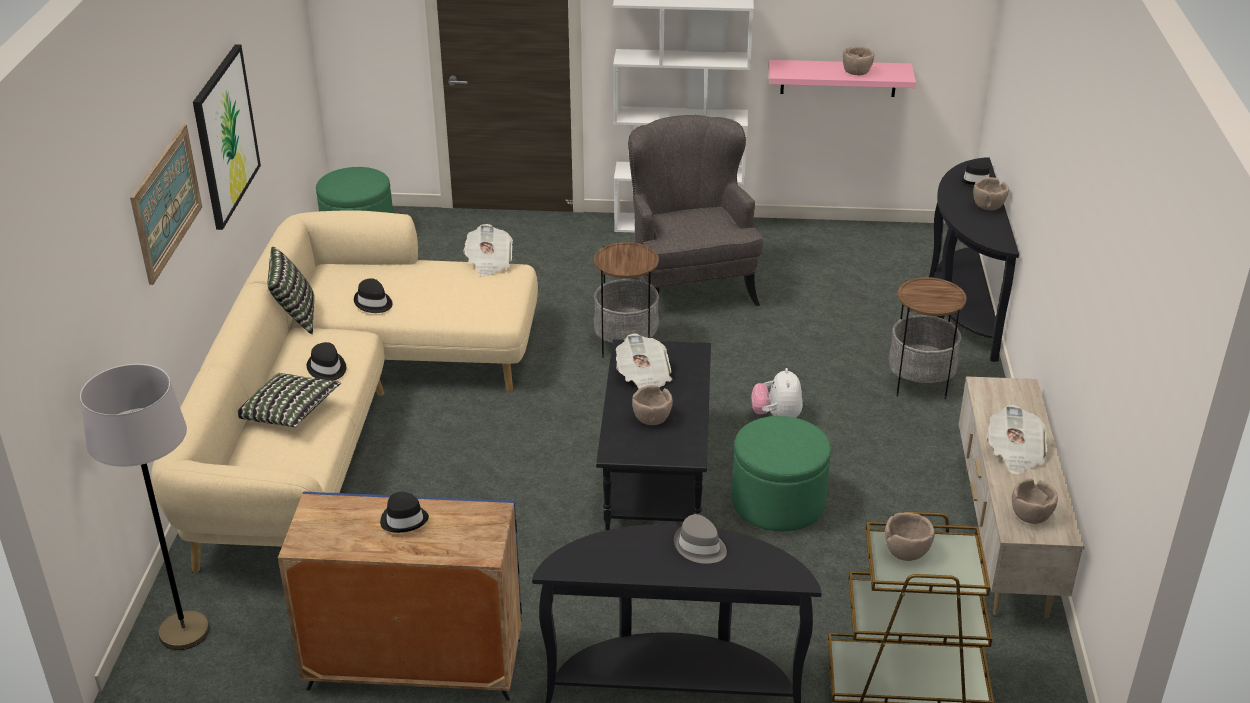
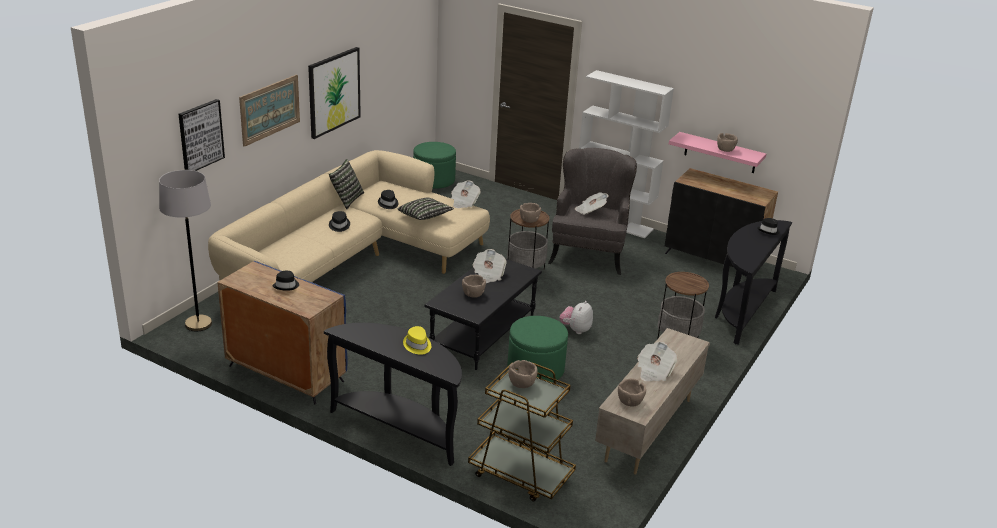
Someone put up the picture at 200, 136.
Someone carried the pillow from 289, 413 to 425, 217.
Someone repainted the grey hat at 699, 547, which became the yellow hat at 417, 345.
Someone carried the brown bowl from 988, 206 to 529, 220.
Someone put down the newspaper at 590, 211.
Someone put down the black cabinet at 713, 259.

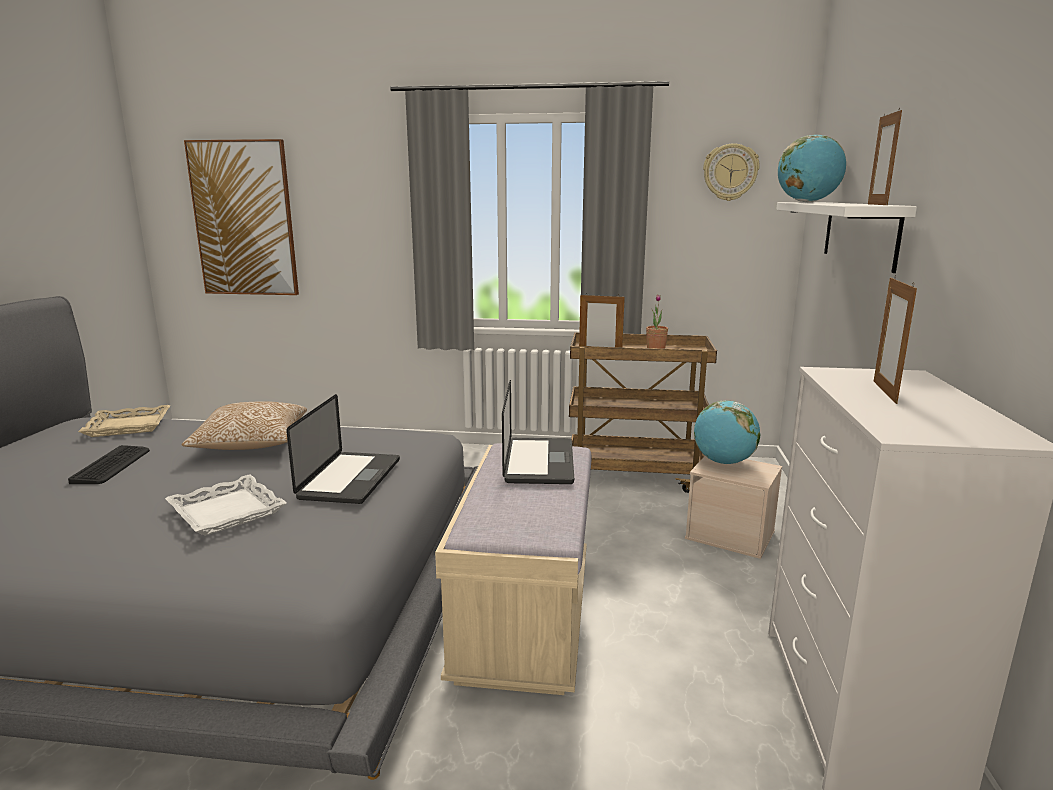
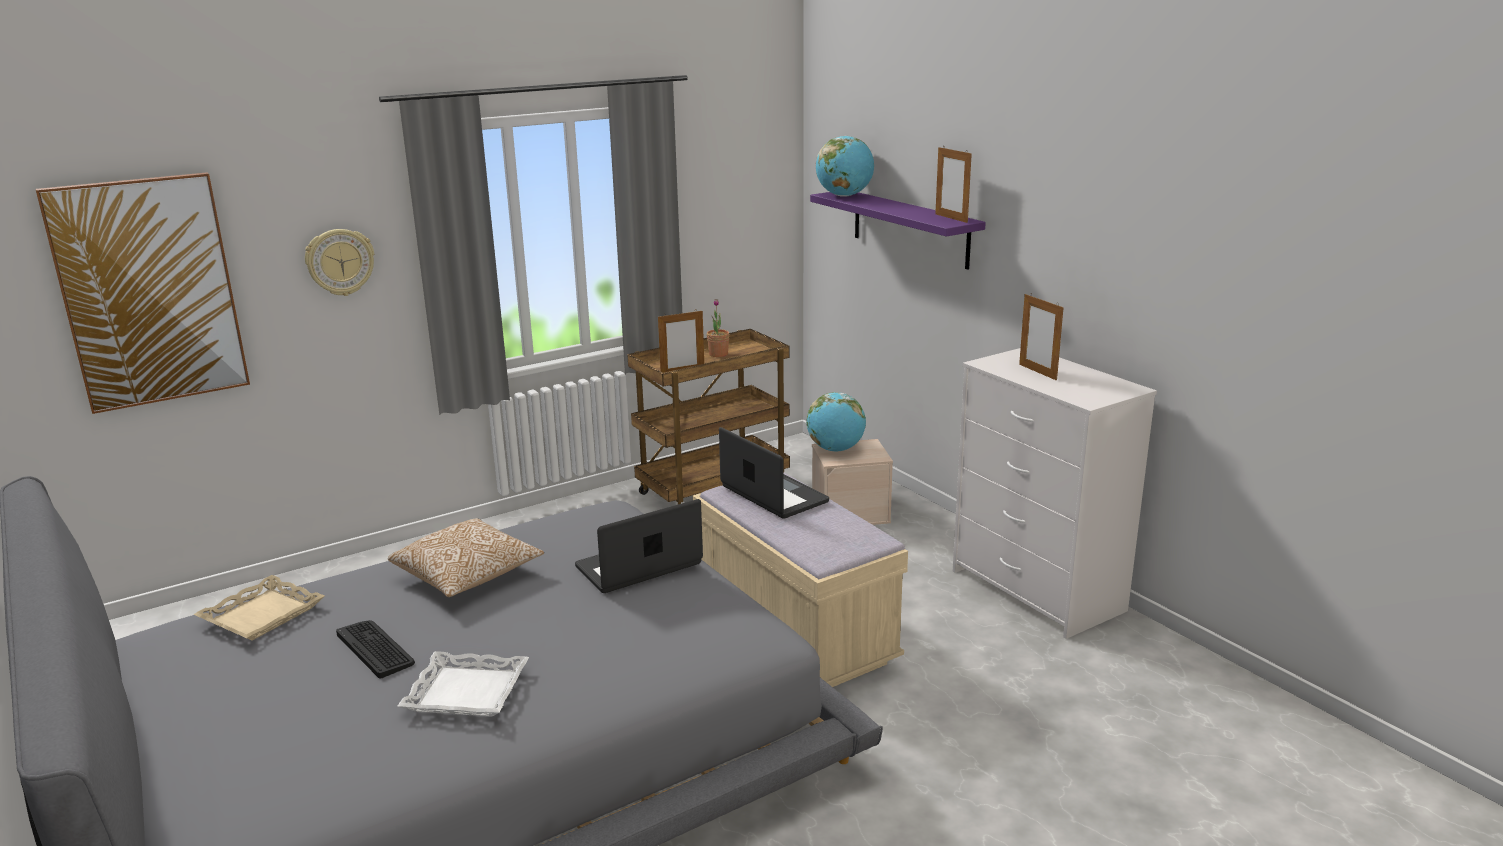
Someone carried the wall clock from 730, 172 to 340, 262.
Someone carried the white tray from 226, 512 to 466, 692.
Someone rotated the laptop at 350, 479 by 90 degrees counterclockwise.
Someone repainted the white shelf at 859, 233, which became the purple shelf at 910, 228.

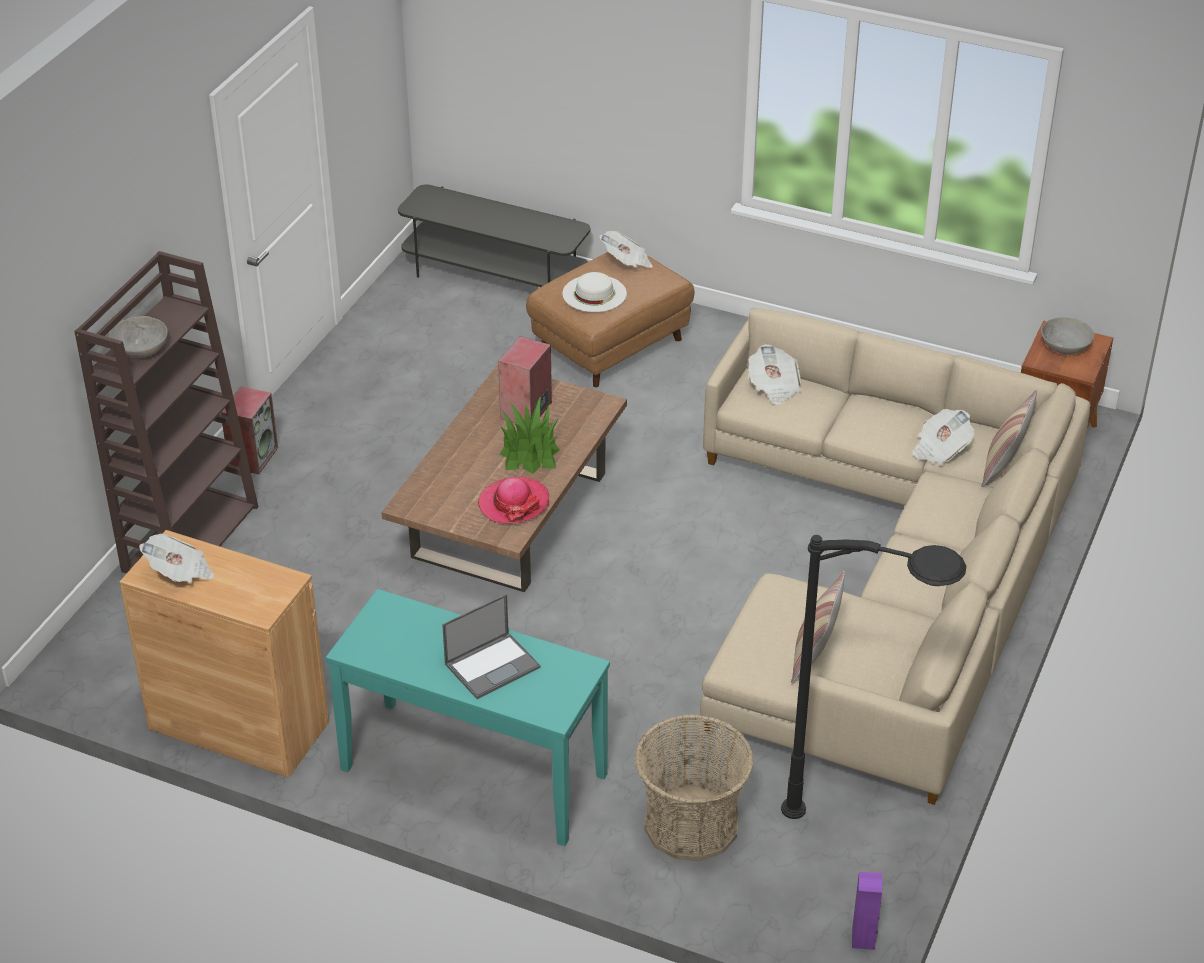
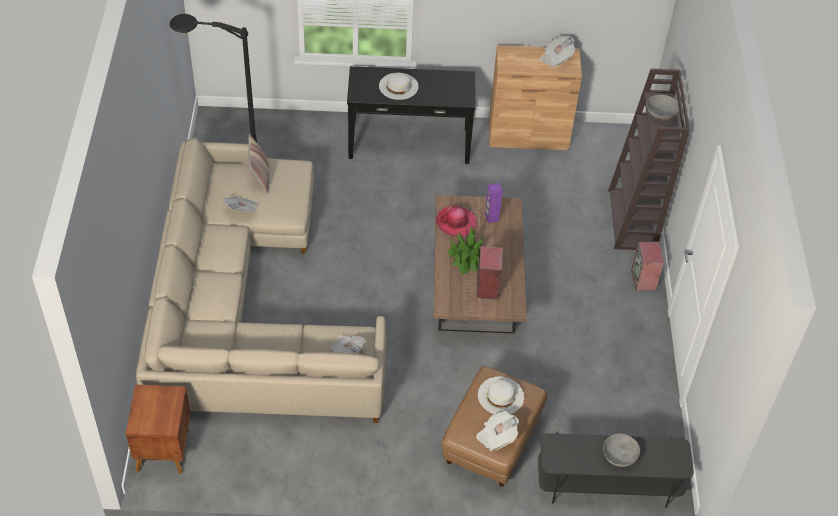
Someone carried the newspaper from 940, 449 to 242, 210.
Someone repainted the turquoise console table at 473, 772, which became the black console table at 409, 143.
Someone swapped the laptop at 493, 665 for the white hat at 398, 86.
Someone carried the purple speaker from 863, 939 to 491, 217.
Someone carried the grey bowl from 1065, 346 to 619, 455.
Someone took away the basket at 691, 824.
Someone took away the pillow at 1004, 466.

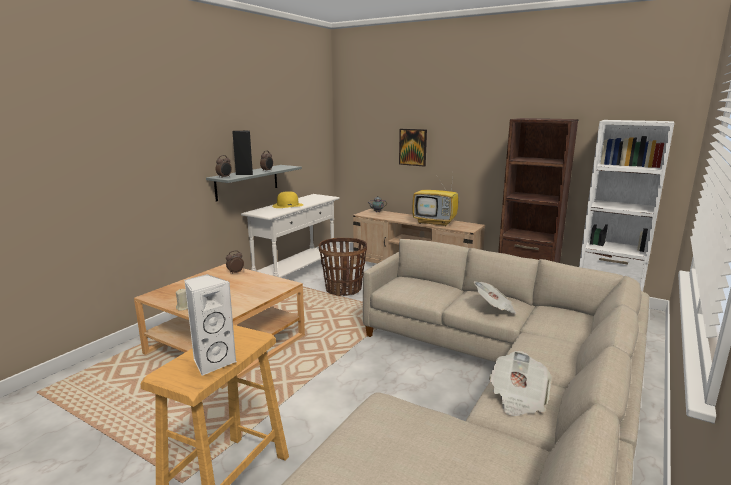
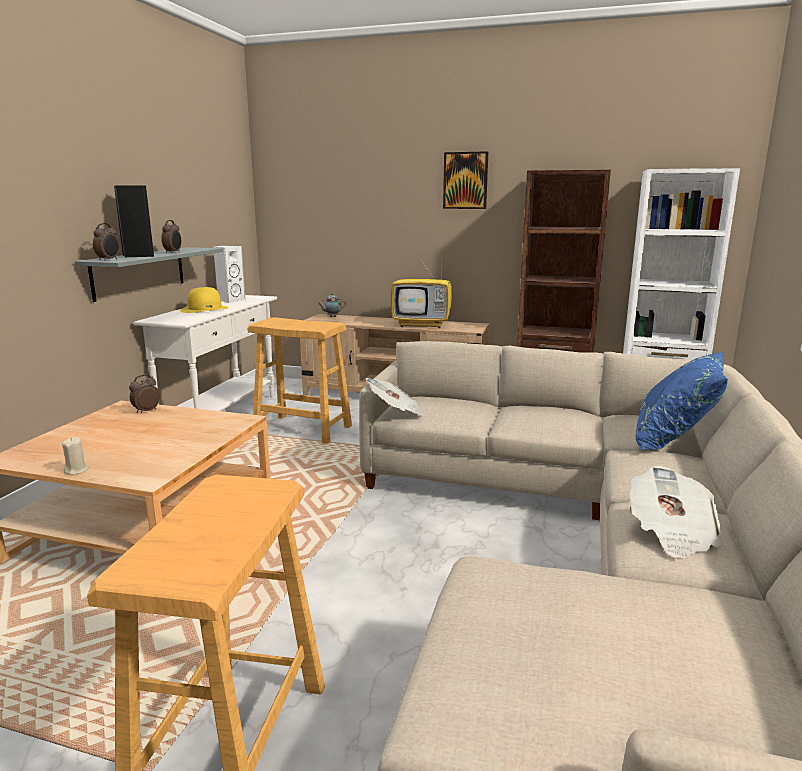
Someone carried the white speaker from 213, 362 to 230, 300.
Someone swapped the basket at 343, 289 for the beige stool at 303, 429.
Someone carried the newspaper from 494, 308 to 395, 411.
Someone carried the picture from 413, 147 to 465, 180.
Someone put down the blue pillow at 674, 439.

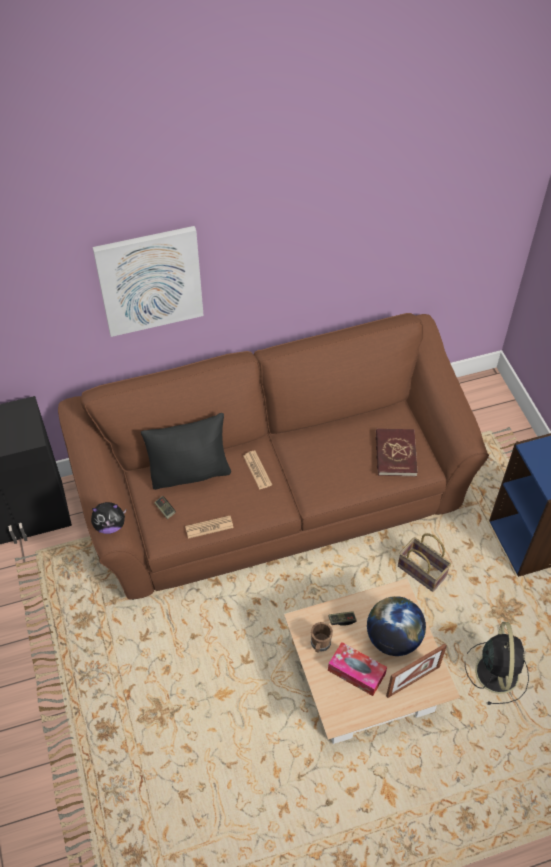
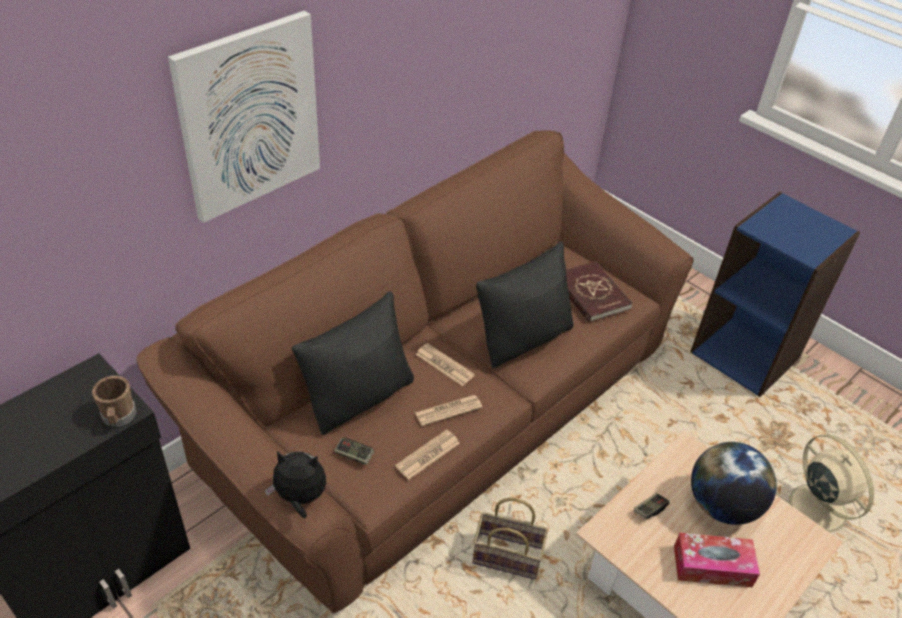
Someone carried the brown mug from 320, 644 to 118, 417.
Someone rotated the plush toy at 110, 525 by 135 degrees counterclockwise.
Someone put down the newspaper at 448, 410.
Someone carried the basket from 423, 571 to 509, 556.
Someone put down the black pillow at 524, 338.
Someone repainted the black fan at 497, 671, which became the beige fan at 815, 506.
Someone took away the picture frame at 413, 681.

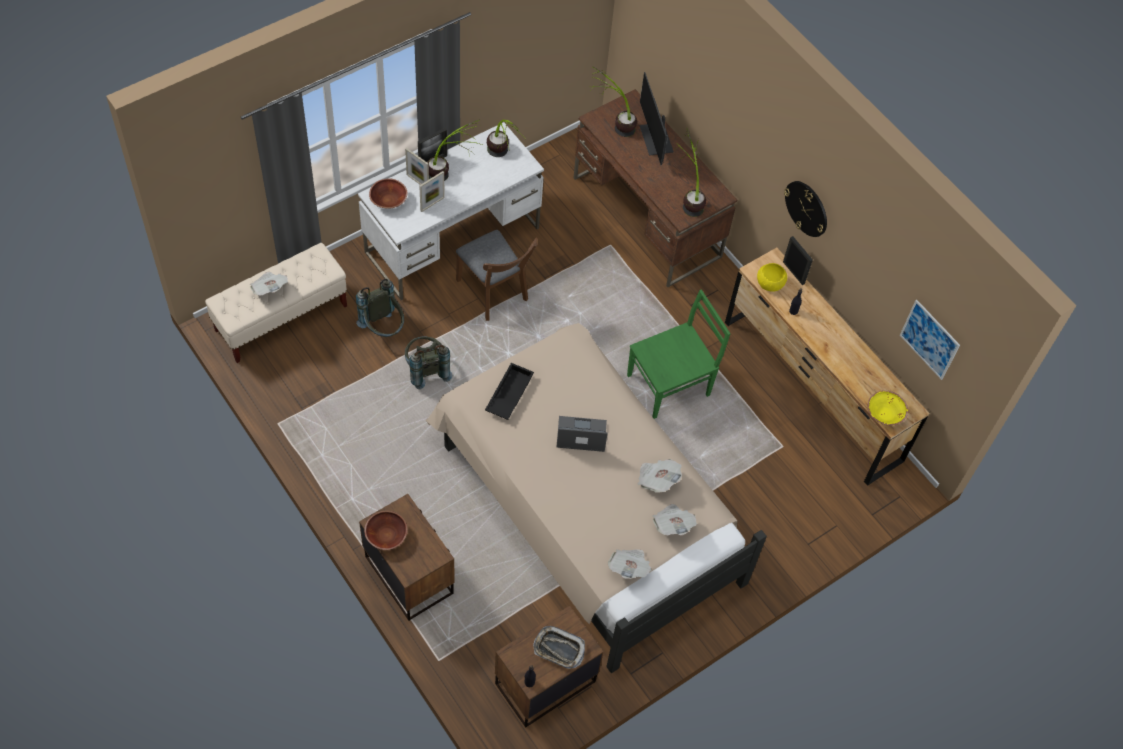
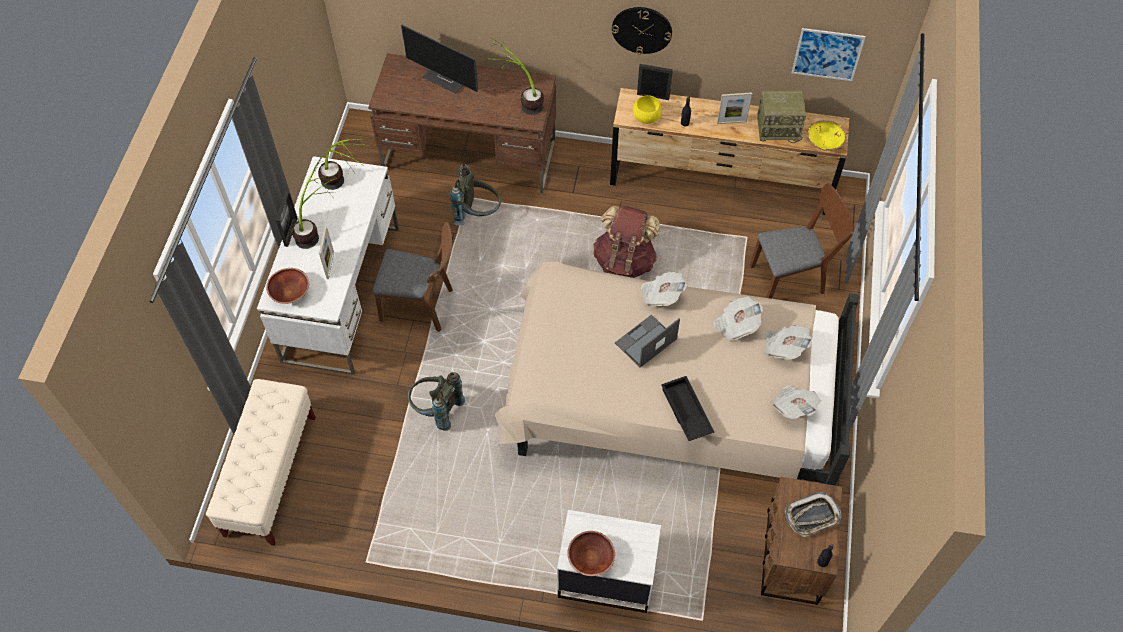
Someone carried the grey backpack from 383, 329 to 477, 214.
Someone repainted the brown nightstand at 409, 574, which became the white nightstand at 606, 577.
Someone swapped the green chair at 670, 384 for the brown backpack at 625, 261.
Someone carried the newspaper from 269, 289 to 661, 295.
Someone carried the black tray from 508, 394 to 685, 411.
Someone carried the picture frame from 417, 182 to 731, 122.
Someone put down the brown chair at 793, 277.
Someone put down the radio at 778, 128.
Someone took away the potted plant at 613, 124.

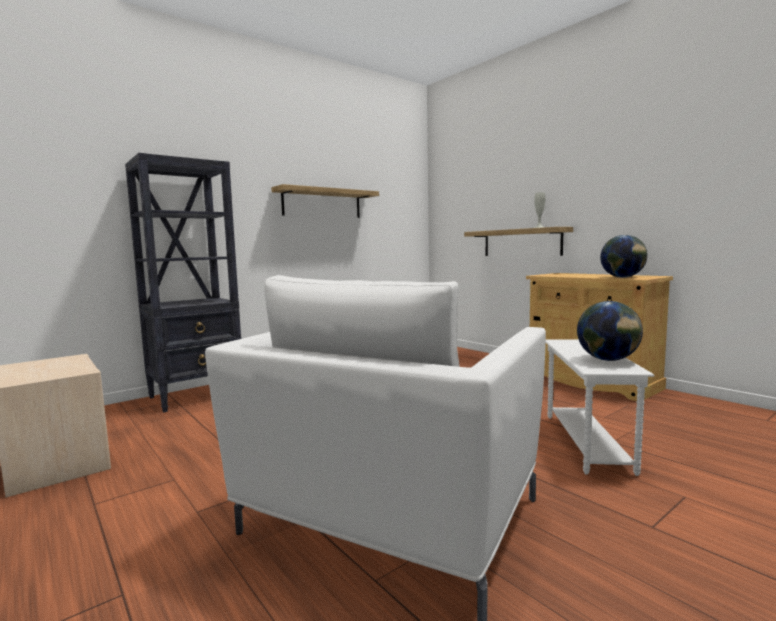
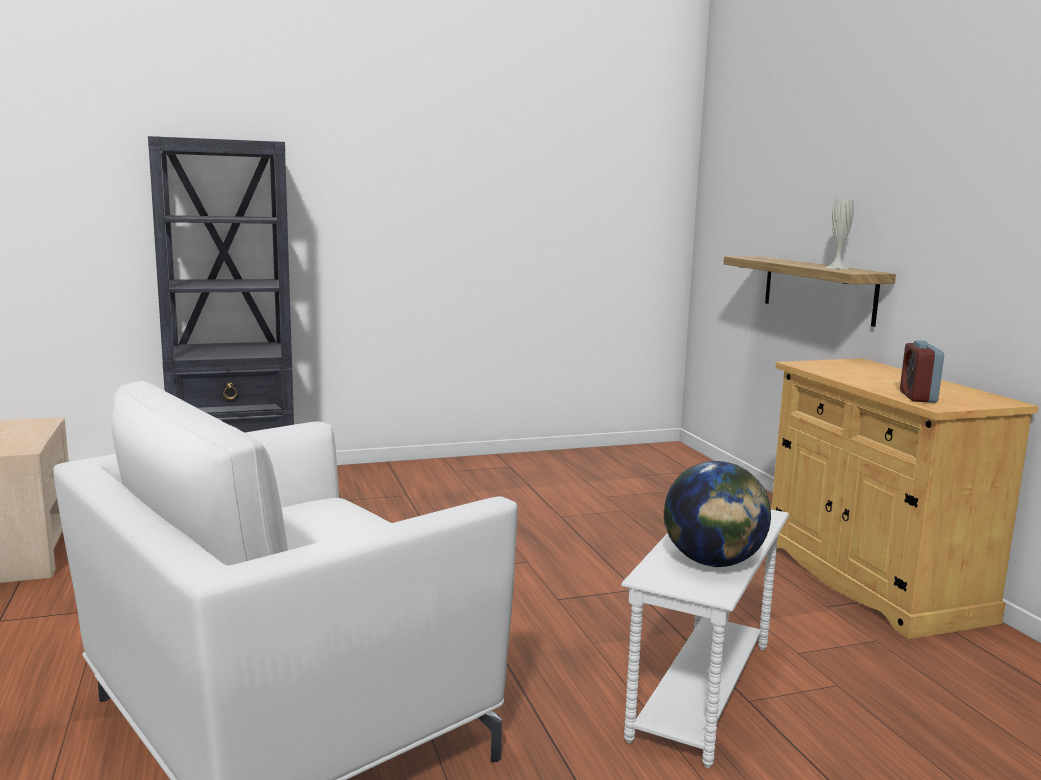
Someone swapped the globe at 622, 277 for the alarm clock at 918, 397.
Someone took away the shelf at 322, 203.

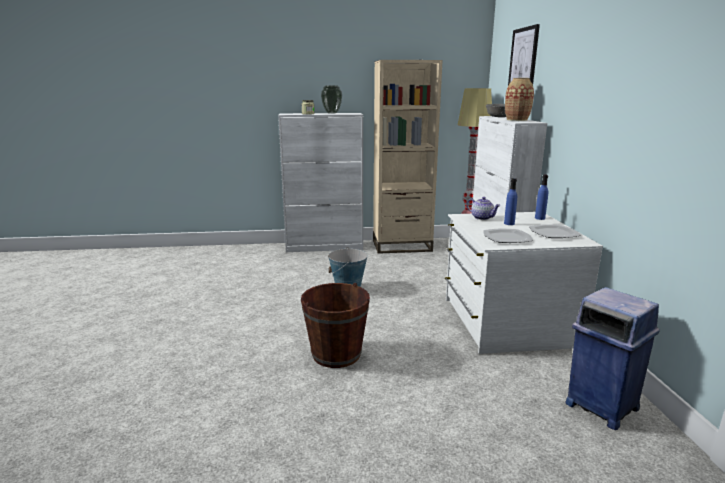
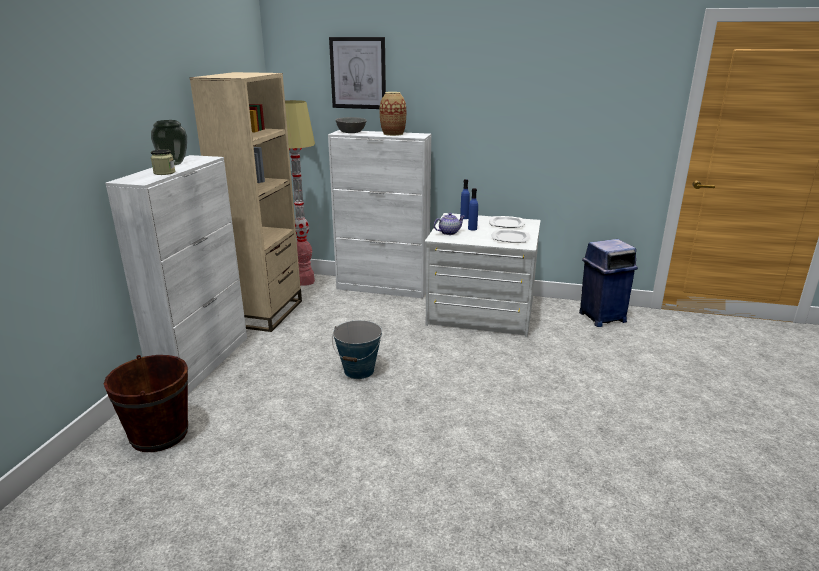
Someone carried the brown bucket from 336, 354 to 159, 434.

